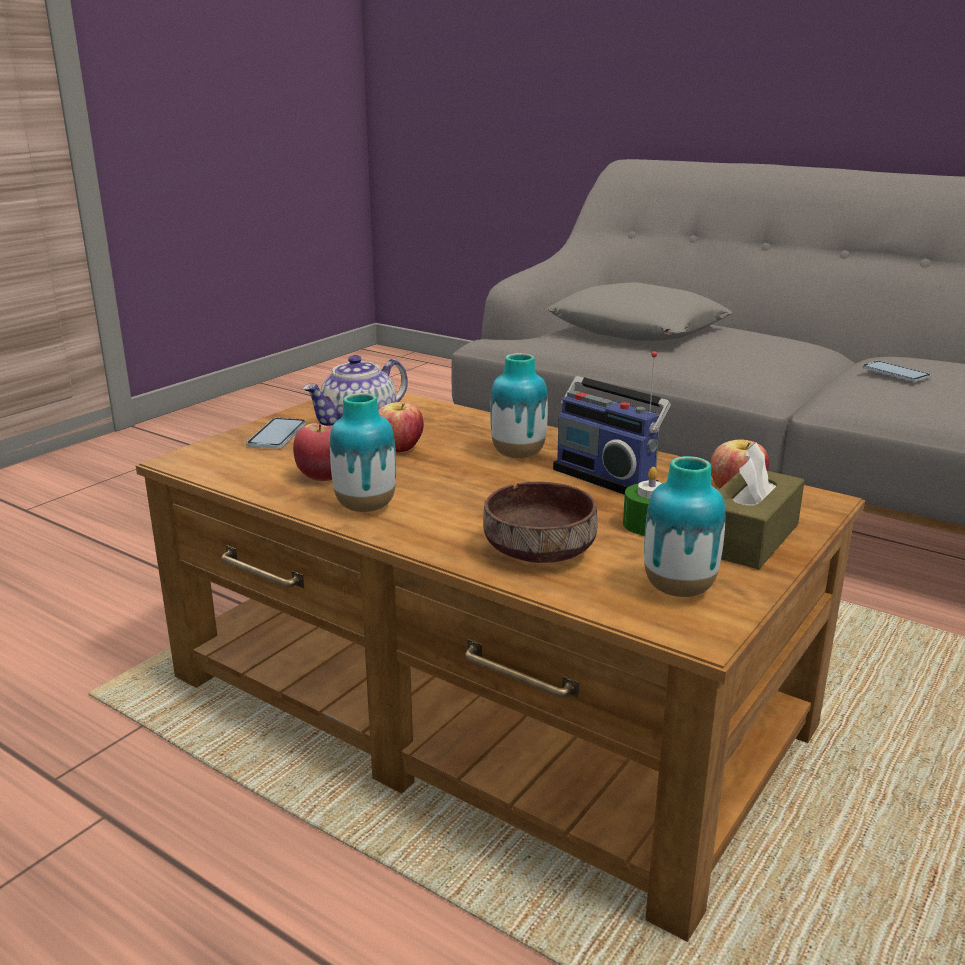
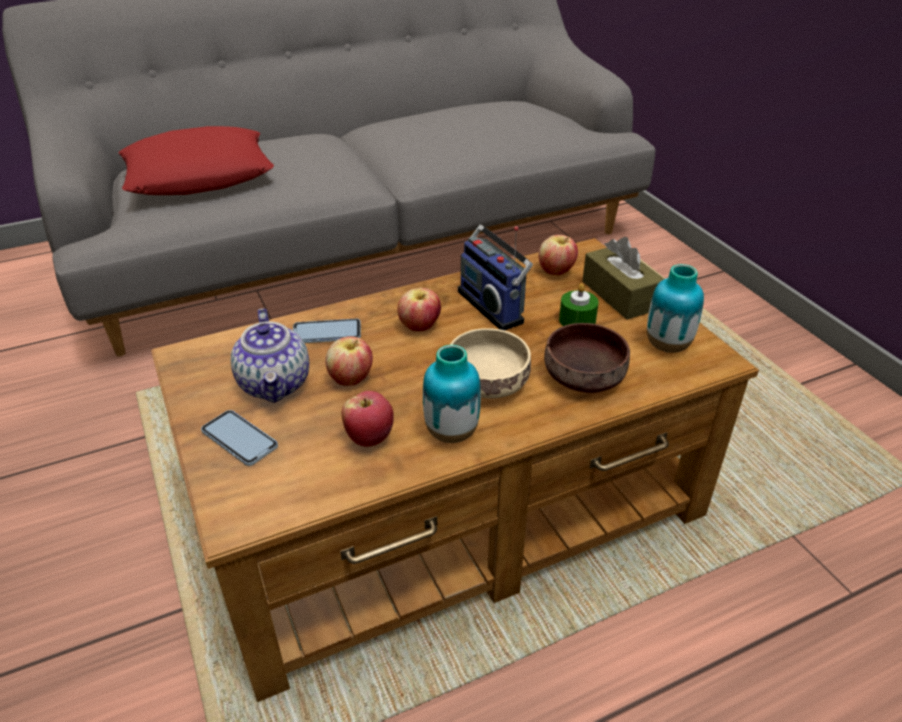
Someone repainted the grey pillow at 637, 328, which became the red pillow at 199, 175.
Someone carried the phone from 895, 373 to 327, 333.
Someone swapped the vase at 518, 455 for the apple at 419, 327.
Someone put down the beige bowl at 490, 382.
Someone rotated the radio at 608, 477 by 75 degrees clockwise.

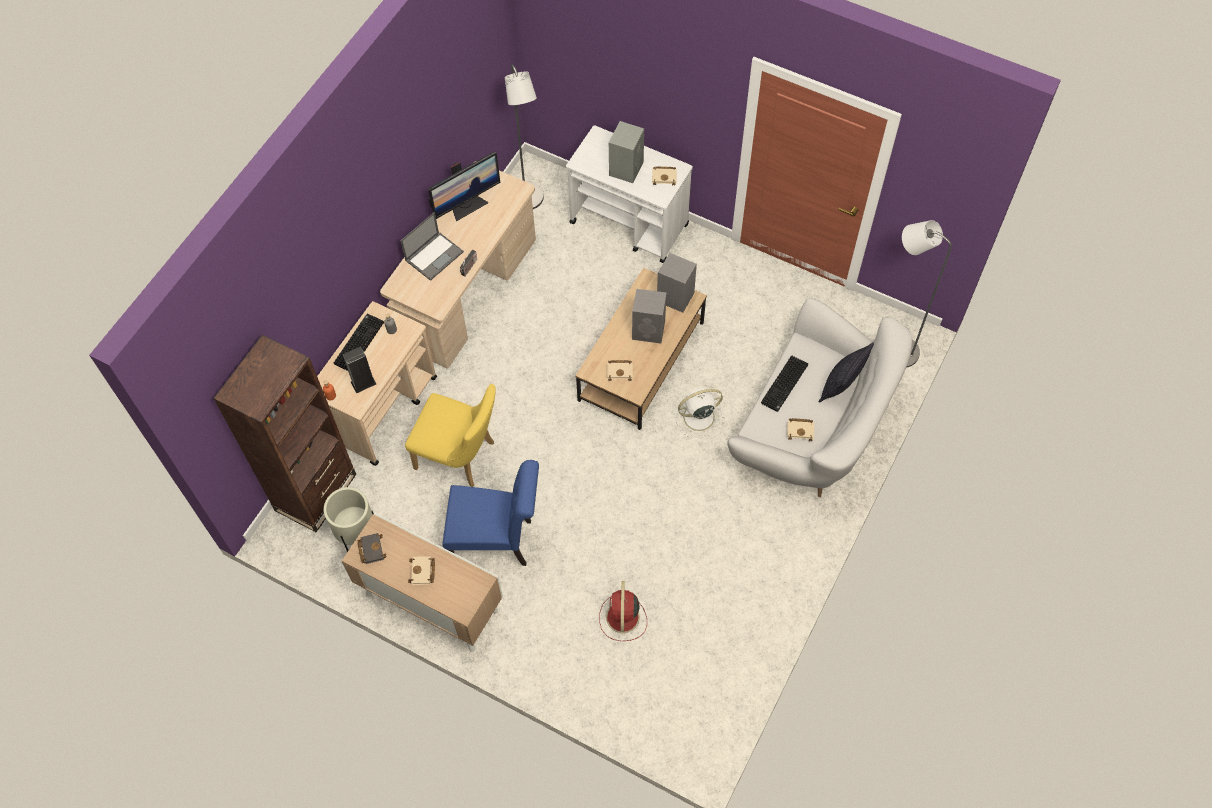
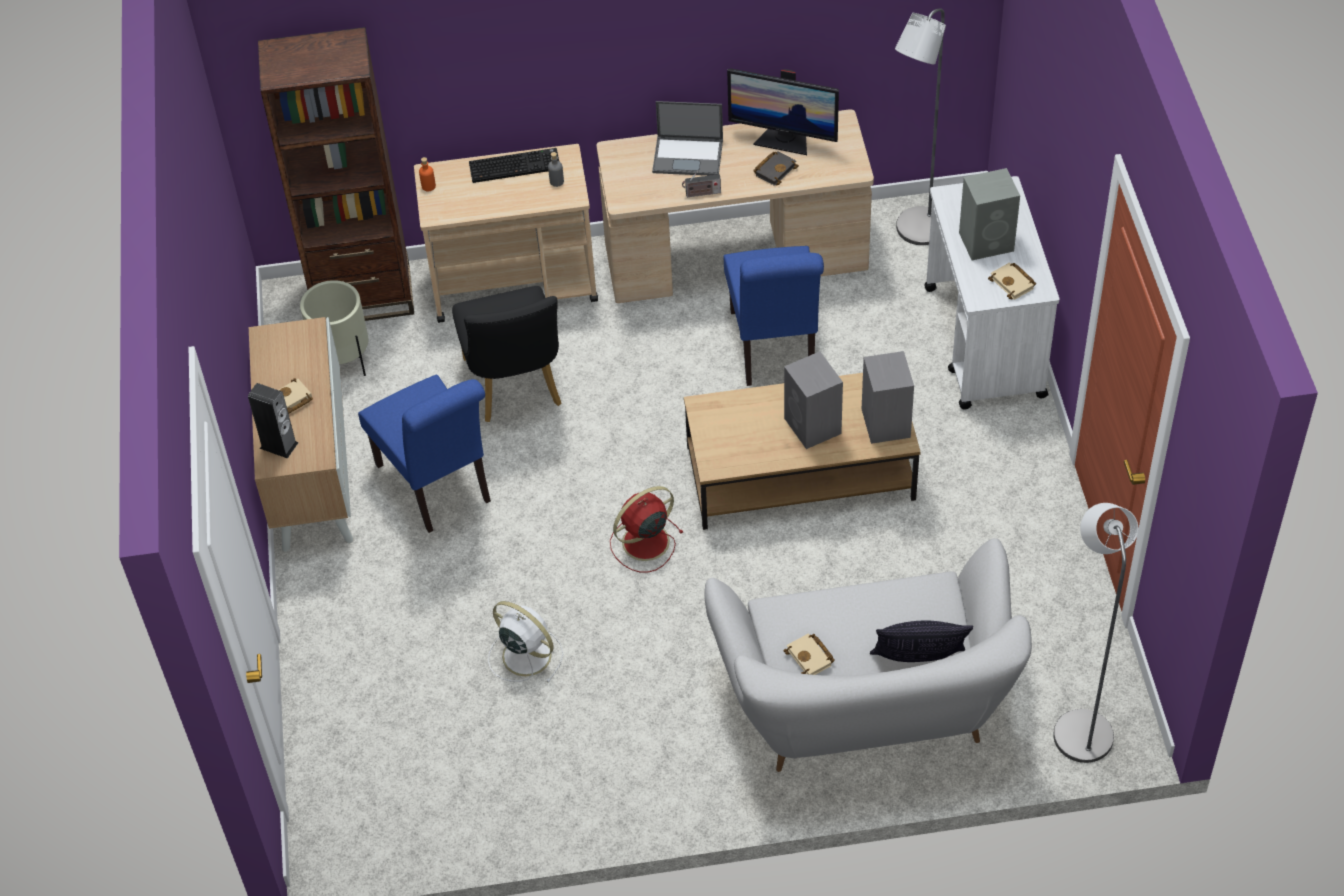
Someone carried the speaker from 363, 383 to 279, 445.
Someone repainted the yellow chair at 460, 457, which became the black chair at 515, 388.
Someone carried the white fan from 697, 417 to 525, 654.
Someone carried the red fan from 622, 618 to 643, 543.
Someone put down the blue chair at 774, 350.
Someone carried the black book from 371, 549 to 775, 169.
Someone took away the beige book at 620, 371.
Someone took away the keyboard at 785, 385.

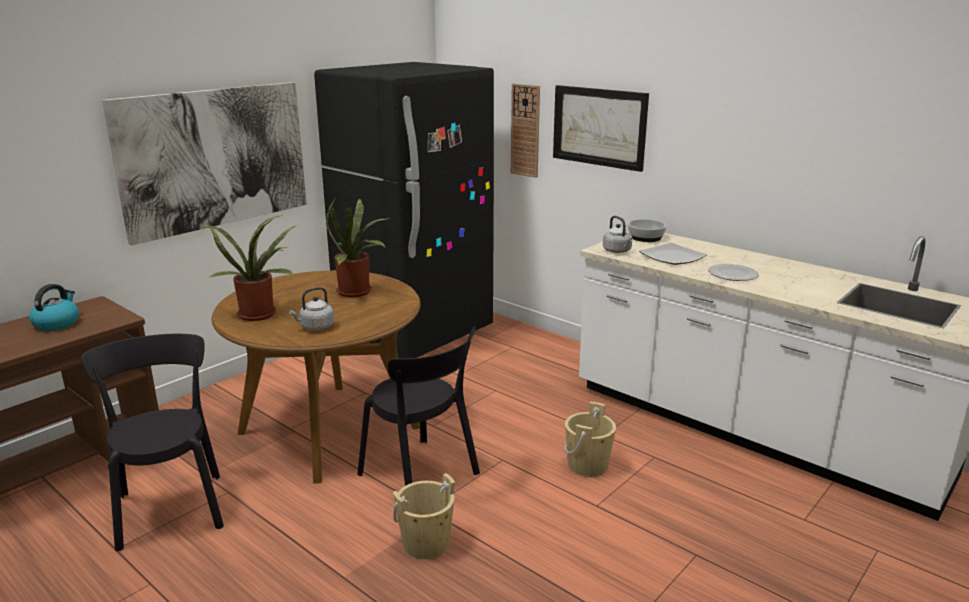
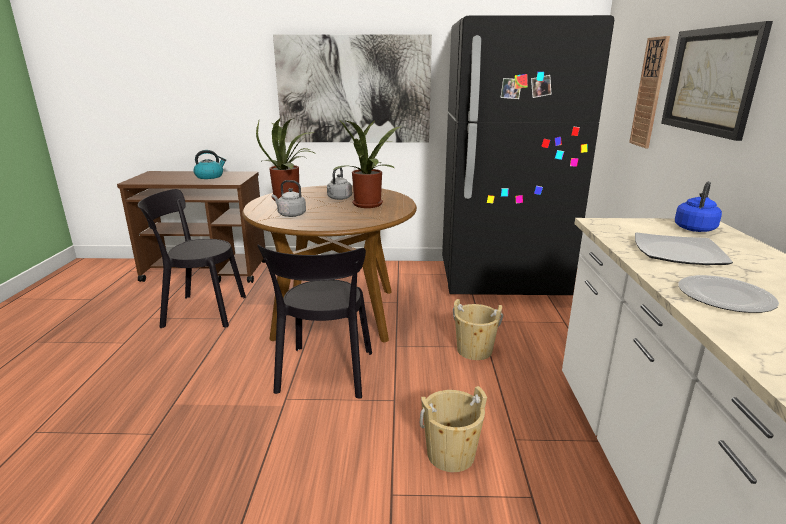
Someone rotated the black chair at 171, 507 by 120 degrees counterclockwise.
Someone carried the grey kettle from 618, 251 to 339, 198.
Someone carried the beige bucket from 426, 543 to 474, 350.
Someone swapped the bowl at 645, 237 for the blue kettle at 695, 228.

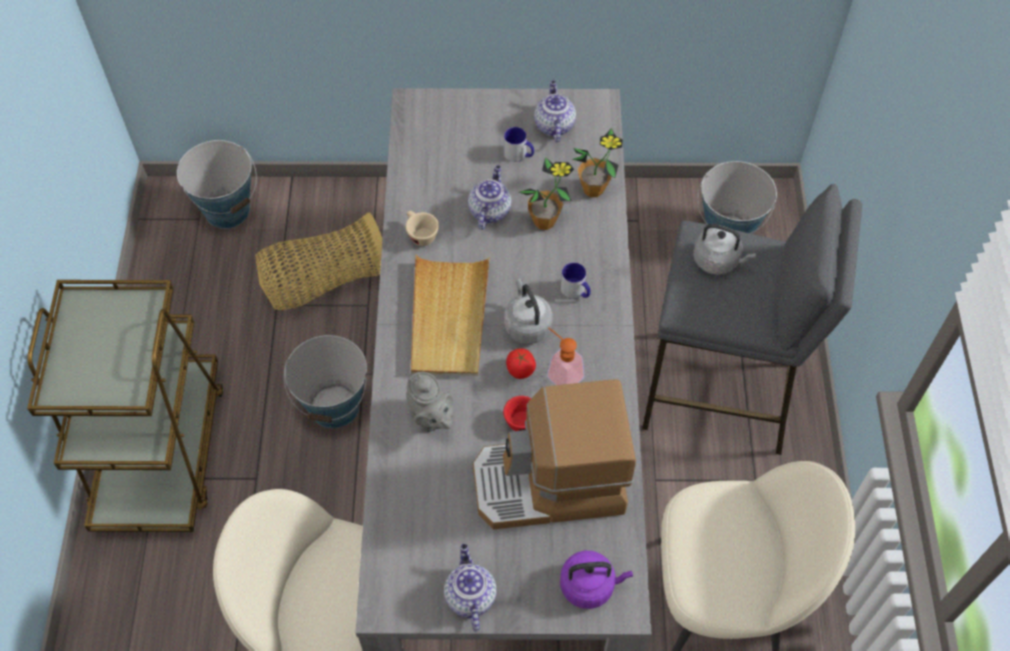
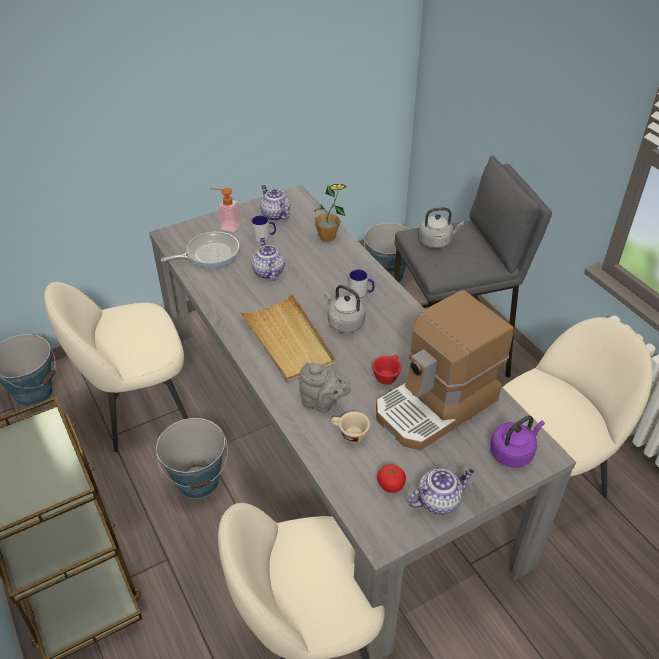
Someone swapped the basket at 324, 282 for the beige chair at 139, 407.
Someone put down the frying pan at 209, 253.
Someone carried the soap dispenser from 560, 373 to 226, 225.
Someone carried the beige cup from 420, 234 to 349, 434.
Someone carried the tomato from 520, 369 to 390, 485.
Someone rotated the teapot at 469, 596 by 105 degrees clockwise.
Someone took away the potted plant at 544, 221.

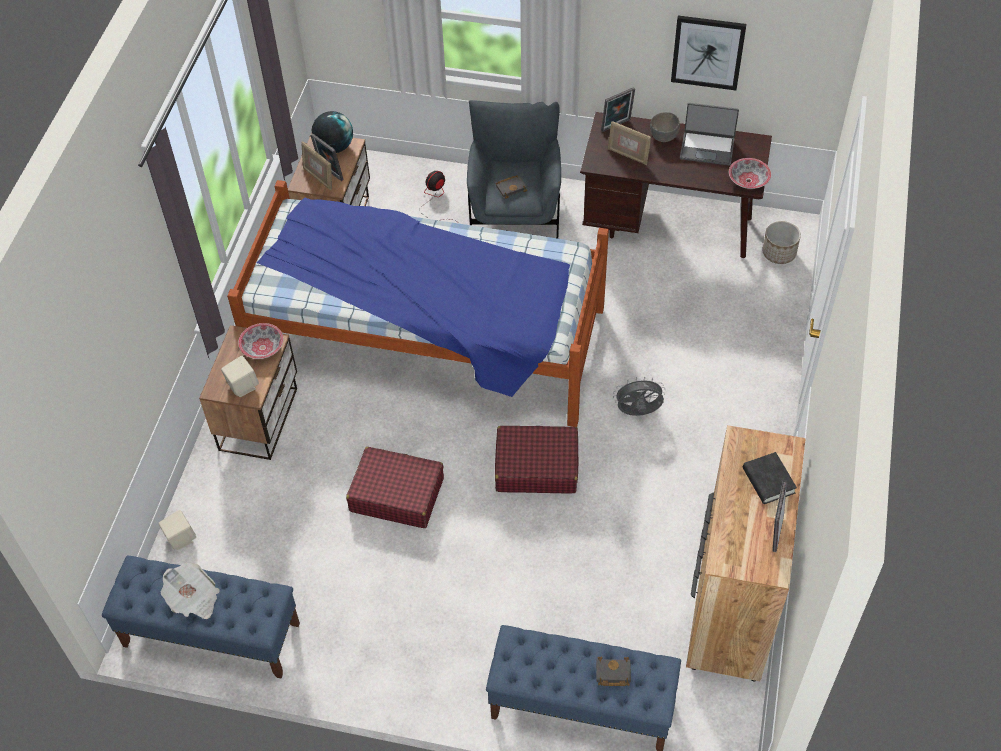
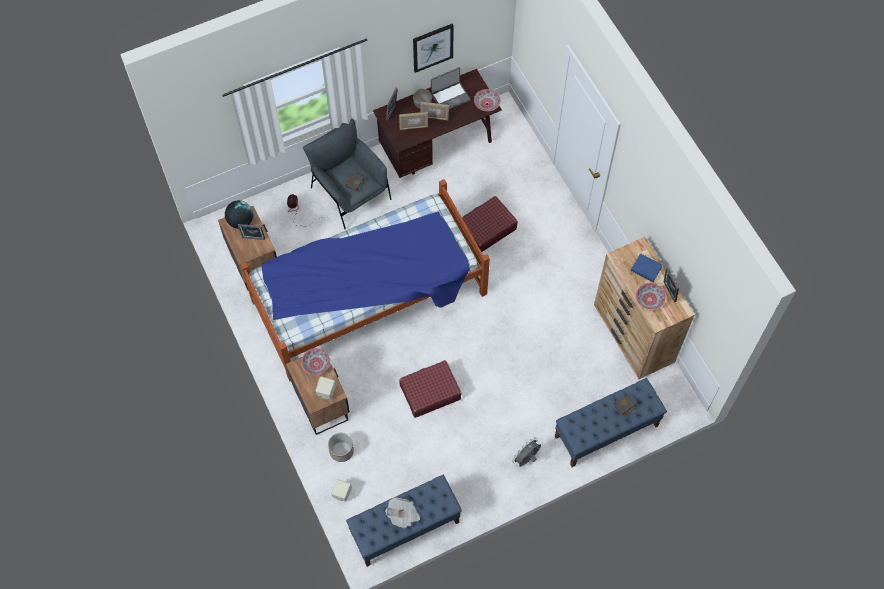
Someone carried the planter from 779, 253 to 341, 451.
Someone carried the picture frame from 318, 178 to 434, 117.
Someone carried the red suitcase from 536, 467 to 486, 228.
Someone carried the grey fan from 638, 413 to 526, 459.
Someone repainted the black book at 768, 481, which became the blue book at 646, 269.
Someone put down the bowl at 649, 300.

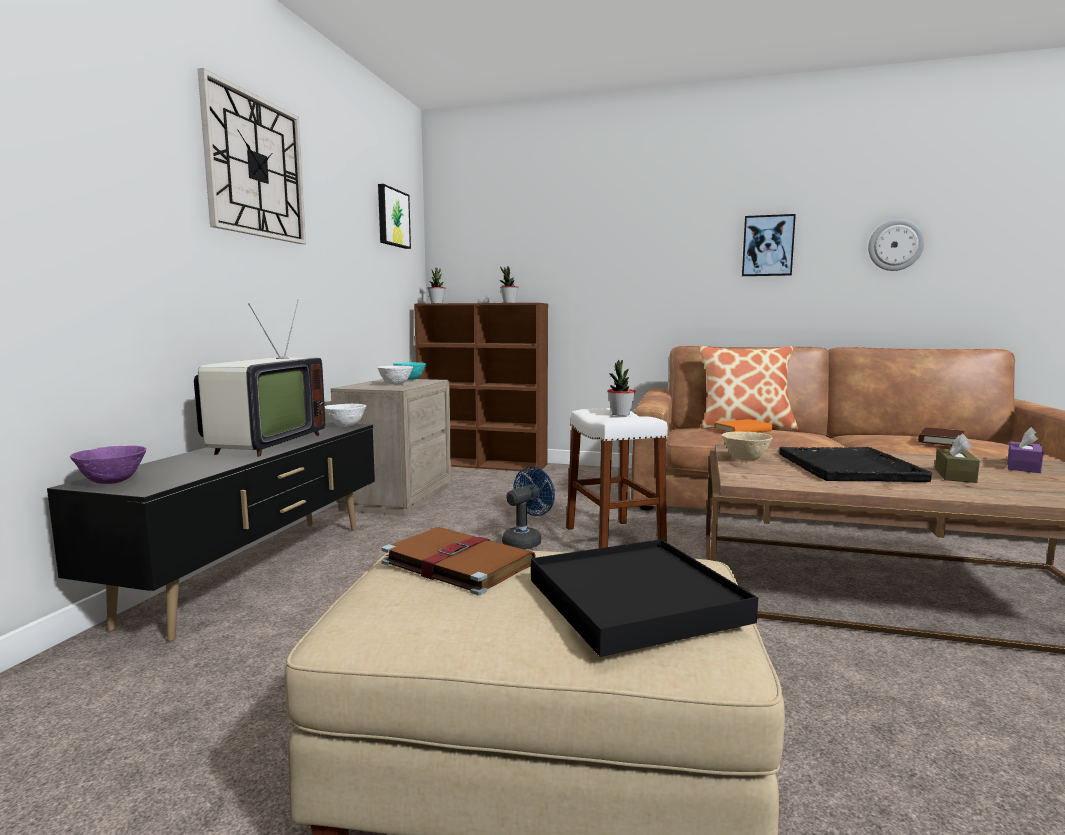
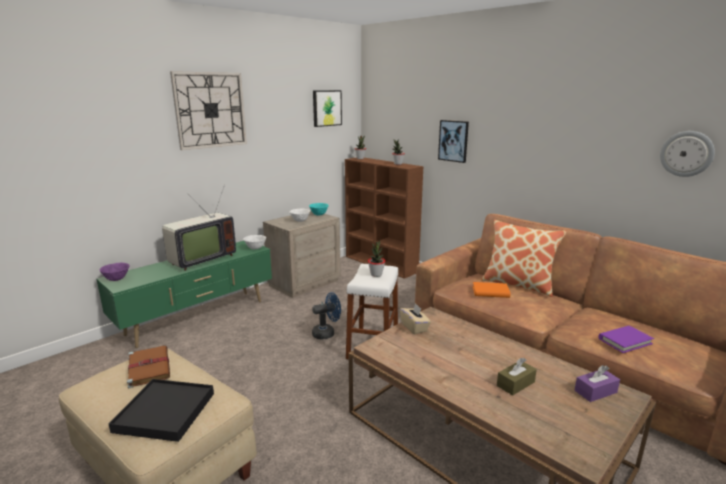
Someone repainted the black tv stand at 258, 570, which became the green tv stand at 198, 318.
Someone swapped the beige bowl at 745, 459 for the beige tissue box at 414, 327.
Someone carried the picture from 767, 246 to 453, 141.
Someone repainted the brown book at 941, 440, which became the purple book at 625, 341.
Someone took away the black tray at 848, 467.

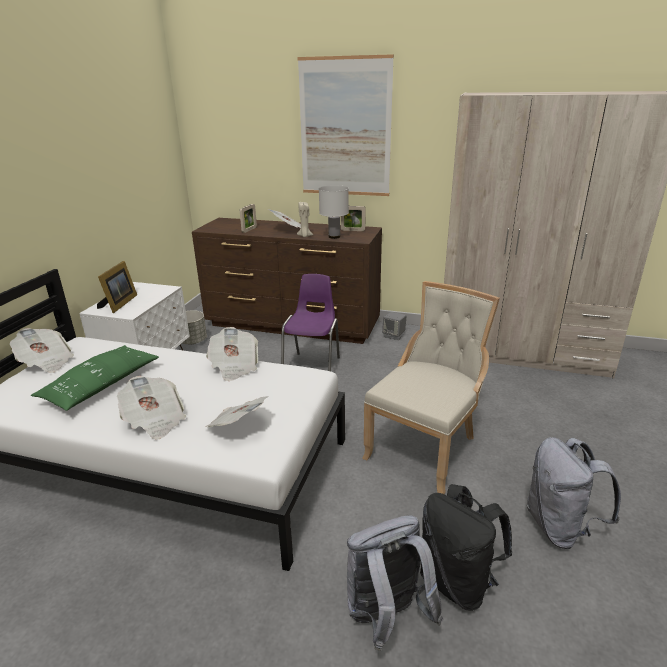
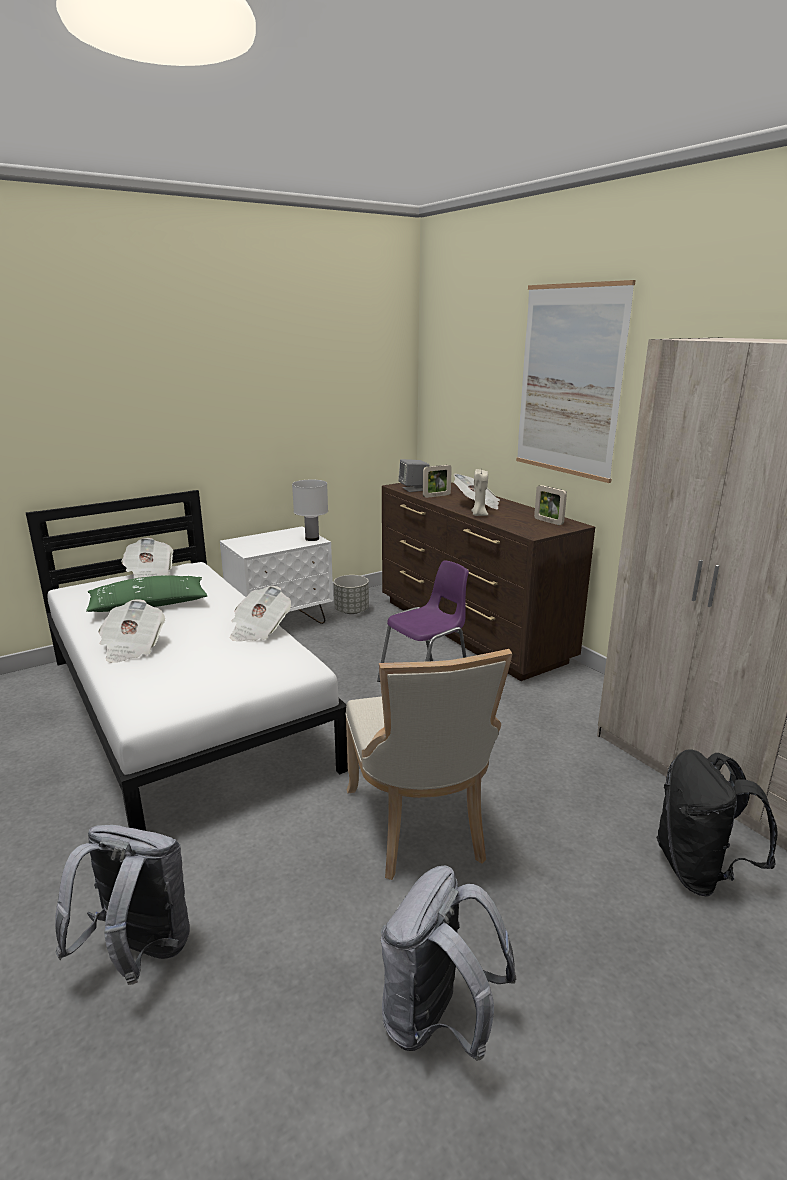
Someone carried the white table lamp from 334, 236 to 312, 539.
Someone rotated the beige chair at 426, 447 by 90 degrees clockwise.
Someone carried the grey speaker from 394, 335 to 413, 489.
Someone carried the black backpack from 457, 582 to 699, 871.
Someone took away the picture frame at 119, 304.
Someone took away the newspaper at 238, 425.

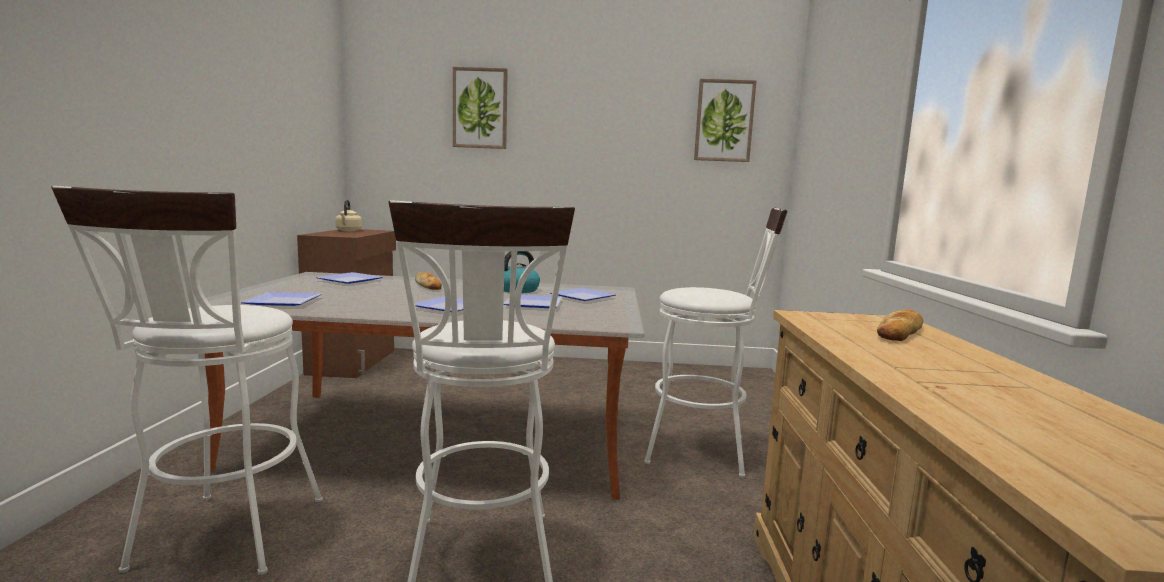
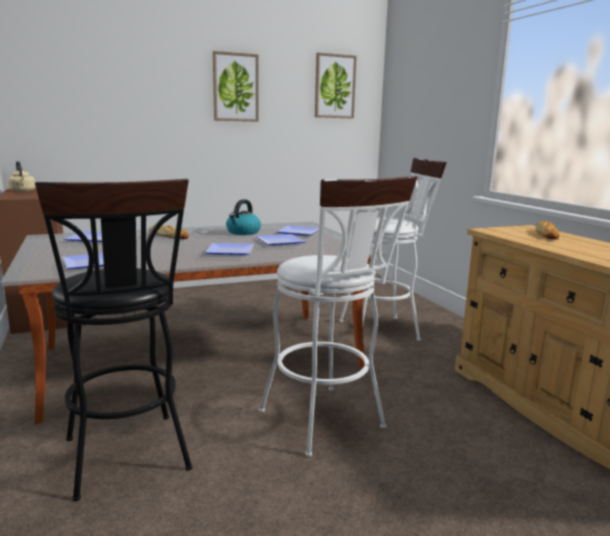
Someone repainted the white stool at 223, 540, which became the black stool at 129, 460.
Someone carried the picture from 480, 108 to 235, 87.

